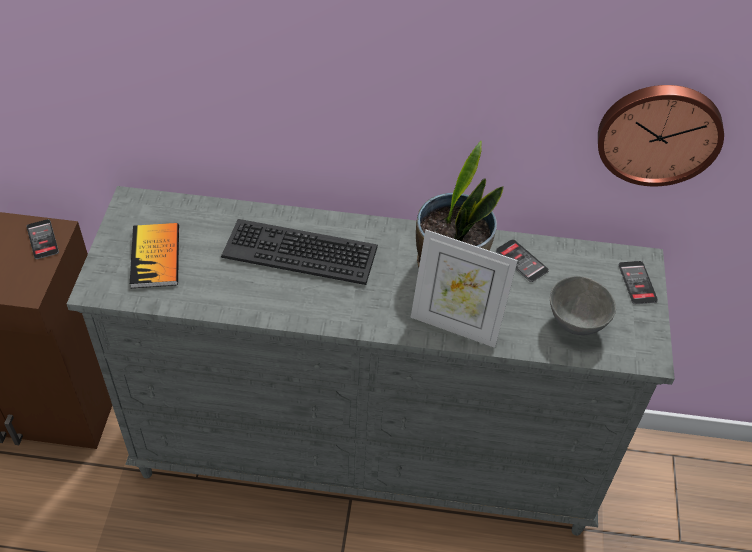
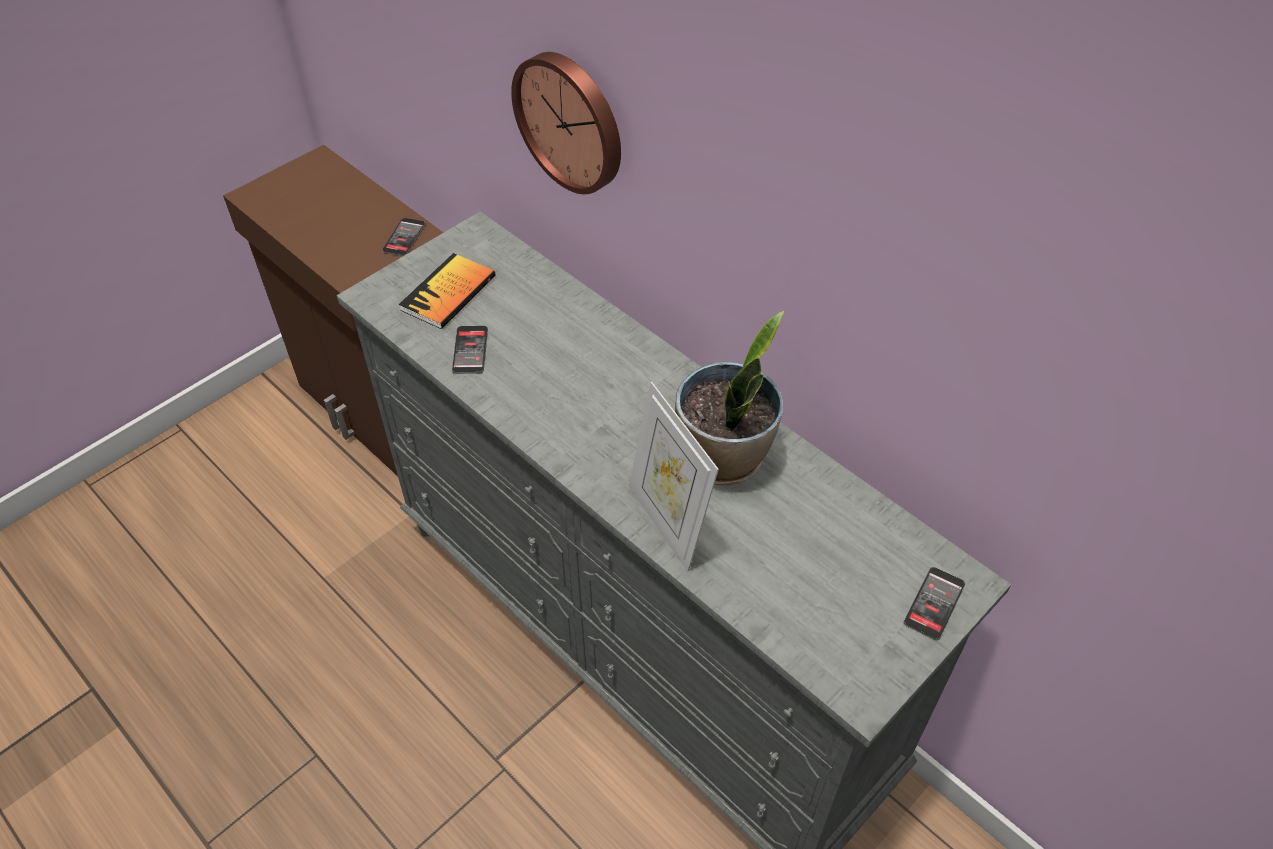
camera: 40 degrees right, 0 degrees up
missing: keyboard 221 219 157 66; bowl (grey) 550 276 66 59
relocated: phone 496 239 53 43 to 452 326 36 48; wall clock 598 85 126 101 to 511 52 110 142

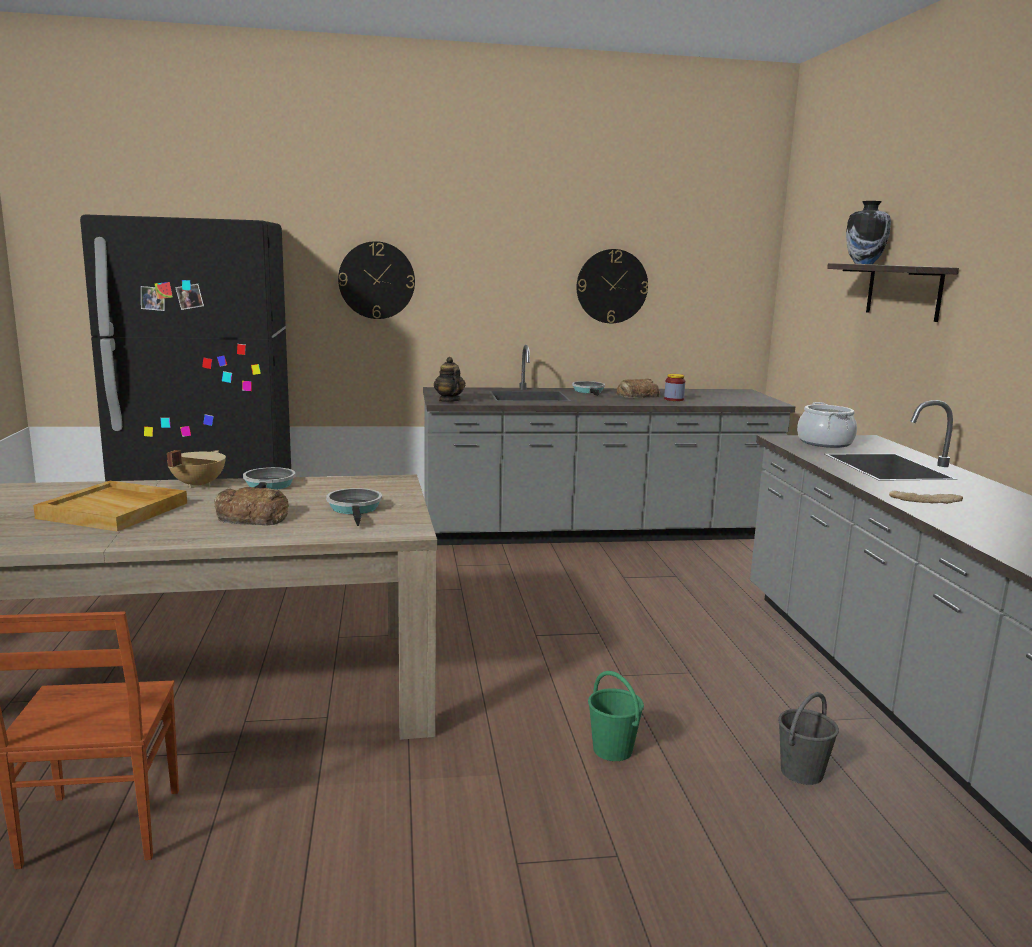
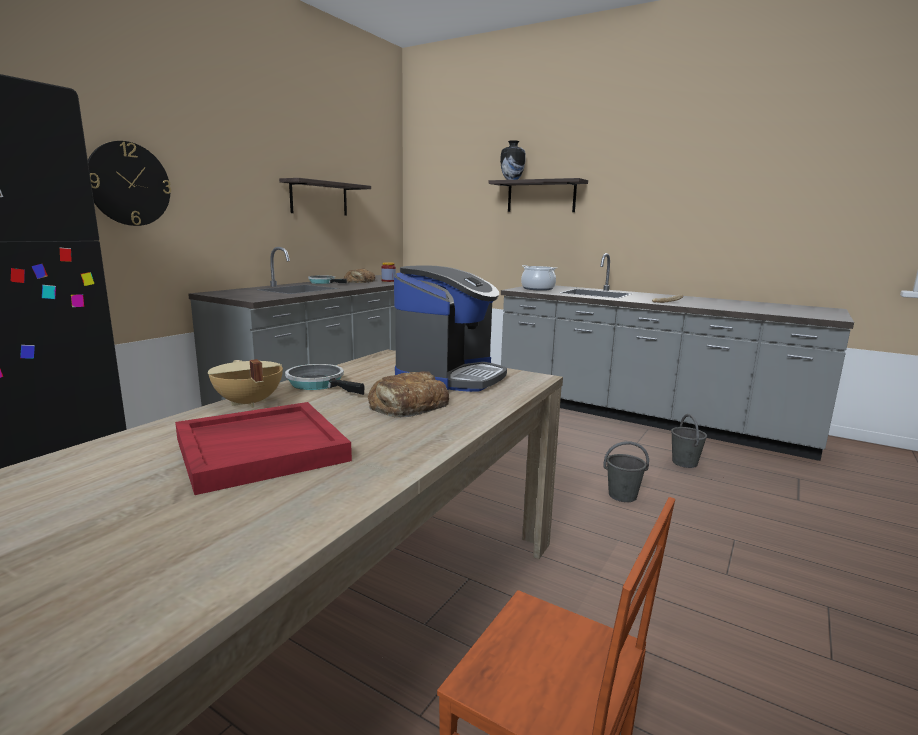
camera: 50 degrees left, 0 degrees up
missing: teapot 434 357 31 45
exchanged: frying pan 326 488 56 38 to coffee machine 394 265 113 127; wall clock 577 249 71 74 to shelf 279 178 92 37
colour: tray (beige) 33 481 154 50 to tray (red) 175 402 177 93; bucket (green) 588 671 56 90 to bucket (grey) 603 441 46 61

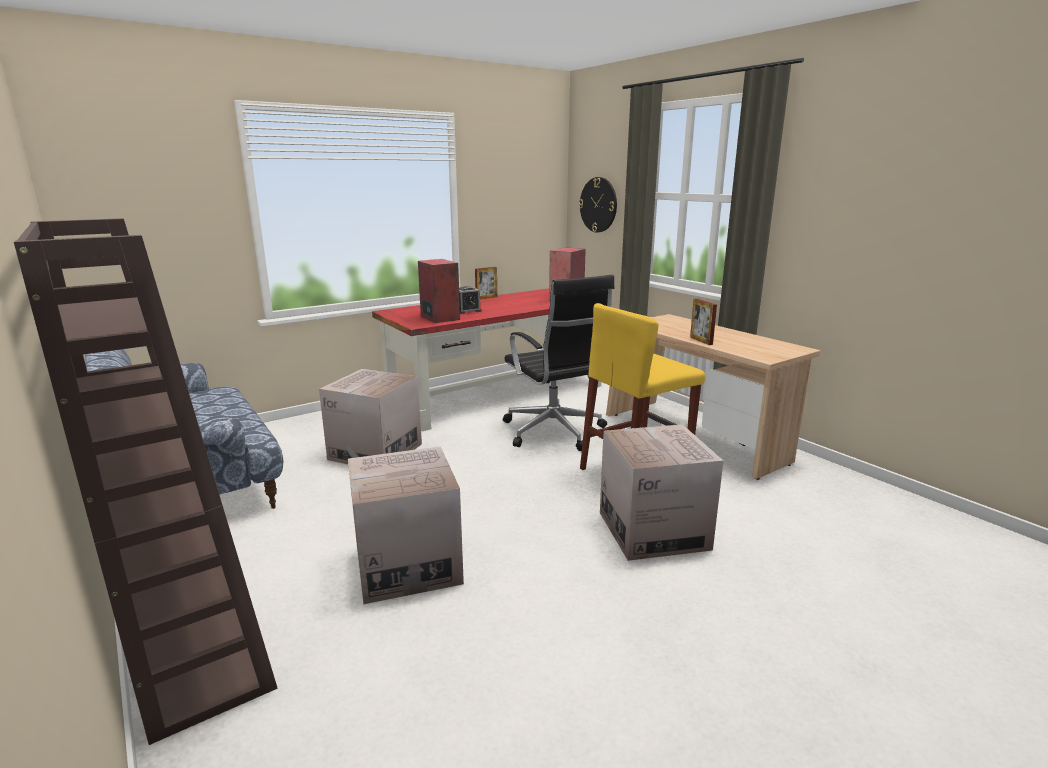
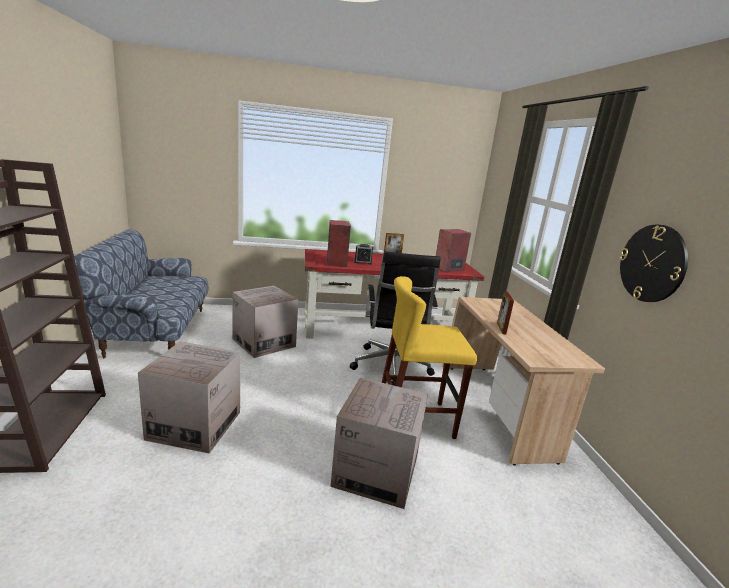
camera: 25 degrees right, 0 degrees up
relocated: wall clock 579 177 38 56 to 620 225 68 77

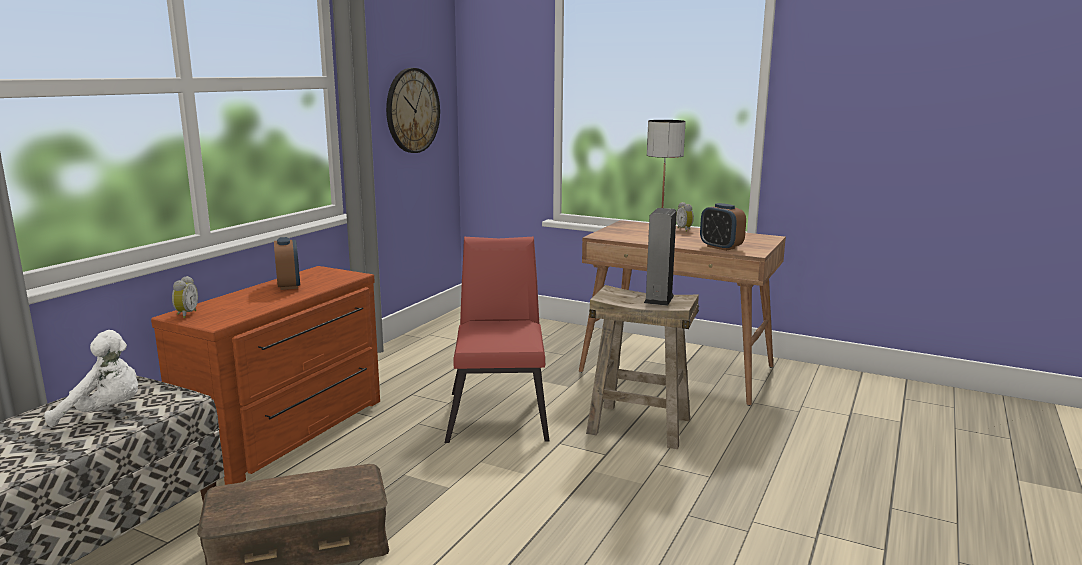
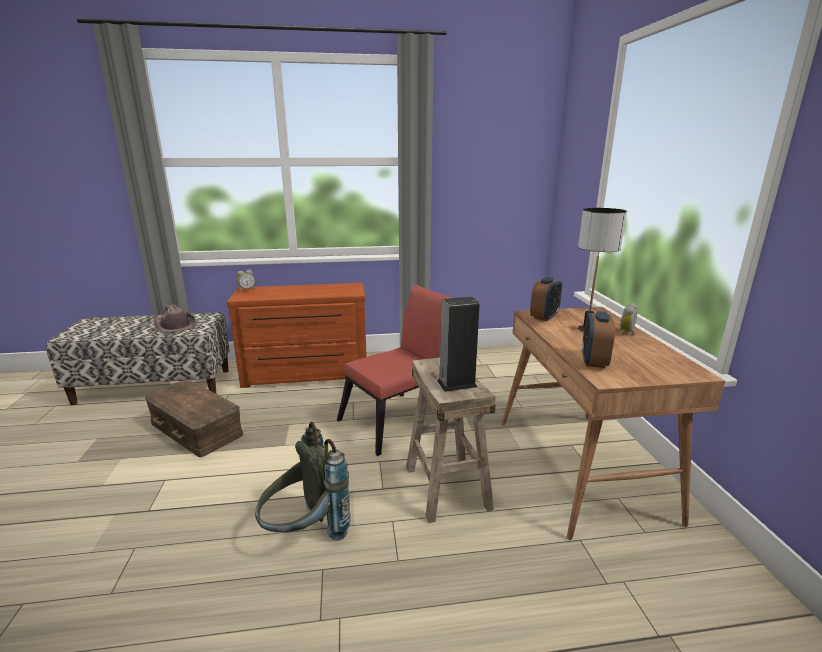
camera: 55 degrees right, 5 degrees up
missing: wall clock 386 68 54 85
appeared: backpack (grey) 255 422 96 119
relocated: alarm clock 274 237 26 53 to 530 277 32 44
exchanged: plush toy (white) 44 330 94 97 to hat (brown) 153 305 43 28

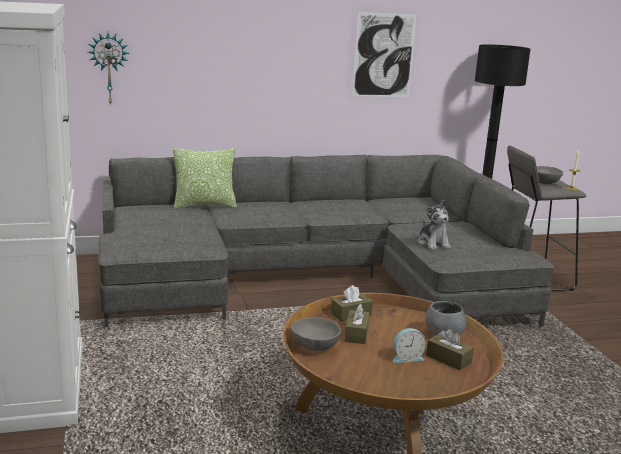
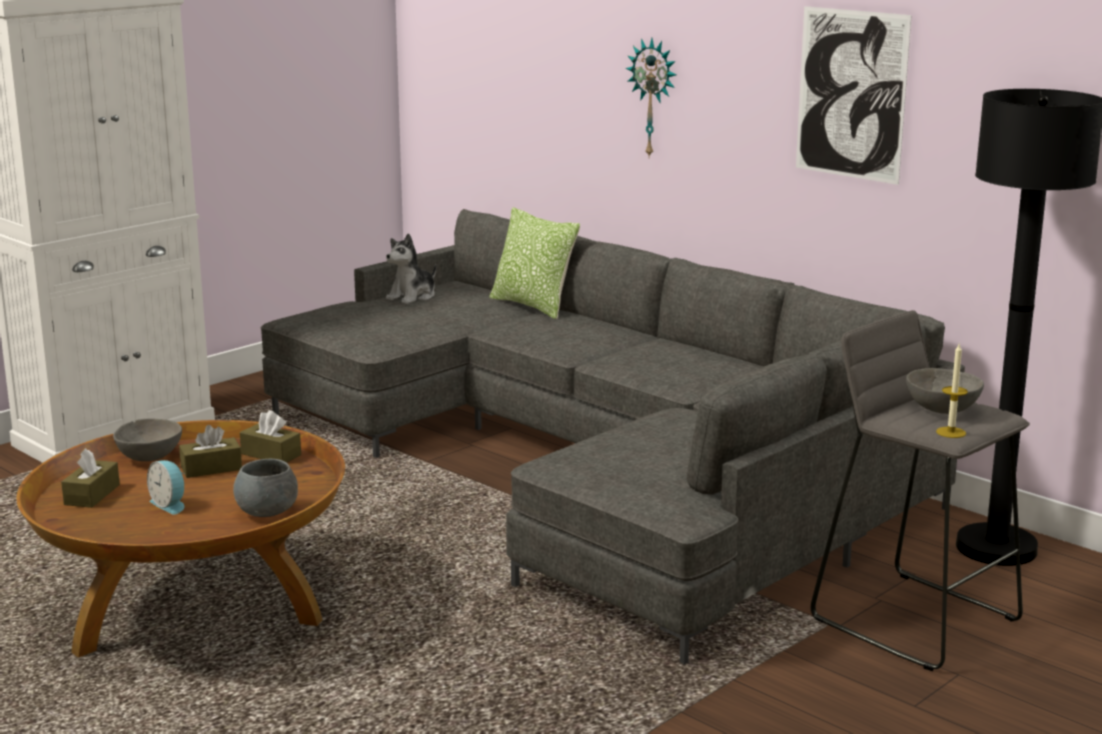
camera: 60 degrees right, 0 degrees up
relocated: wall clock 88 33 41 73 to 626 38 50 119; plush toy 418 200 33 50 to 386 233 50 71; tissue box (brown) 426 328 48 42 to 61 448 59 60

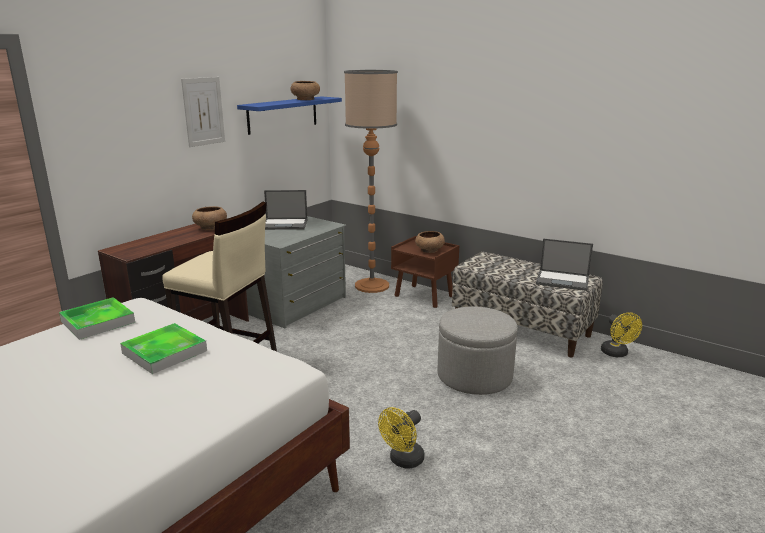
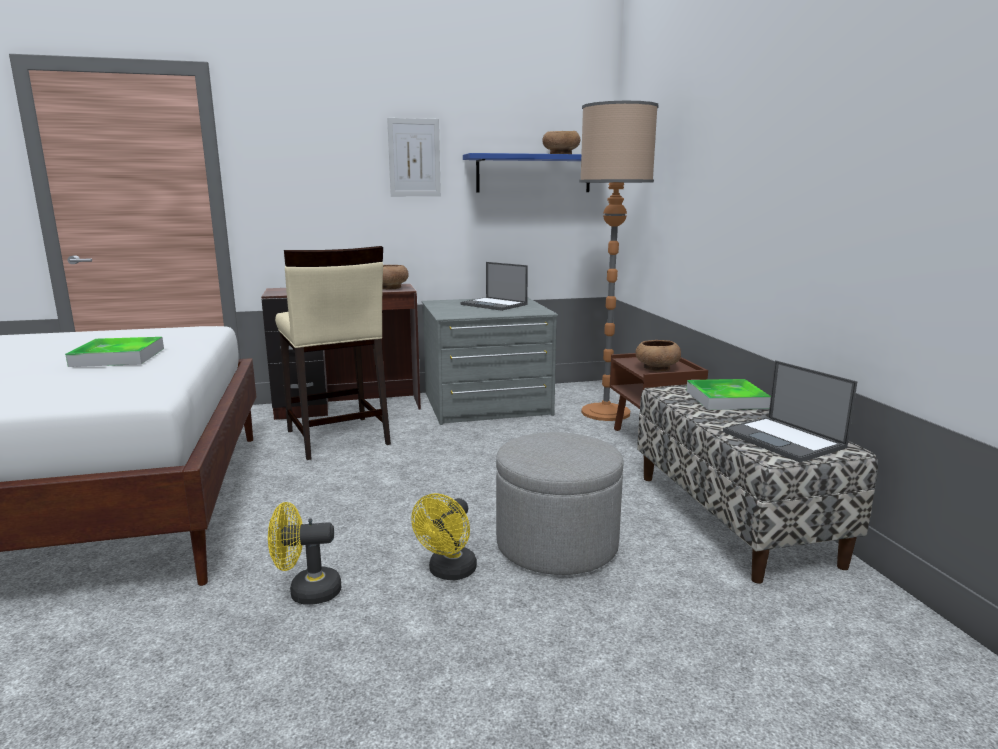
camera: 40 degrees right, 5 degrees down
relocated: tray 59 297 76 43 to 686 379 85 31; fan (yellow) 601 312 41 45 to 411 493 66 88

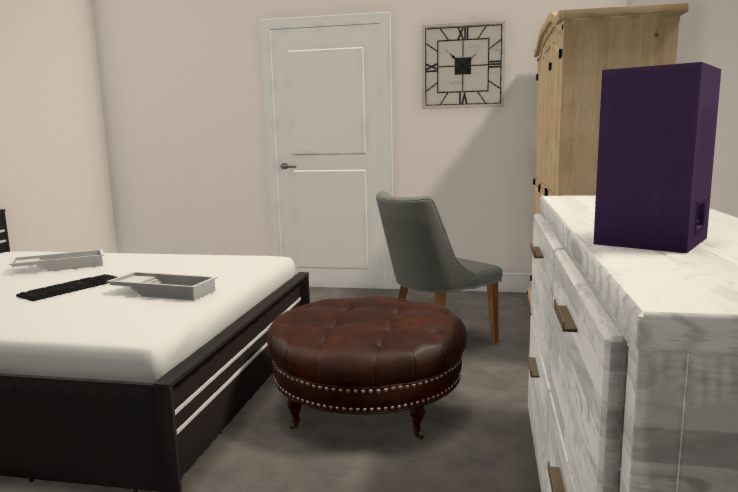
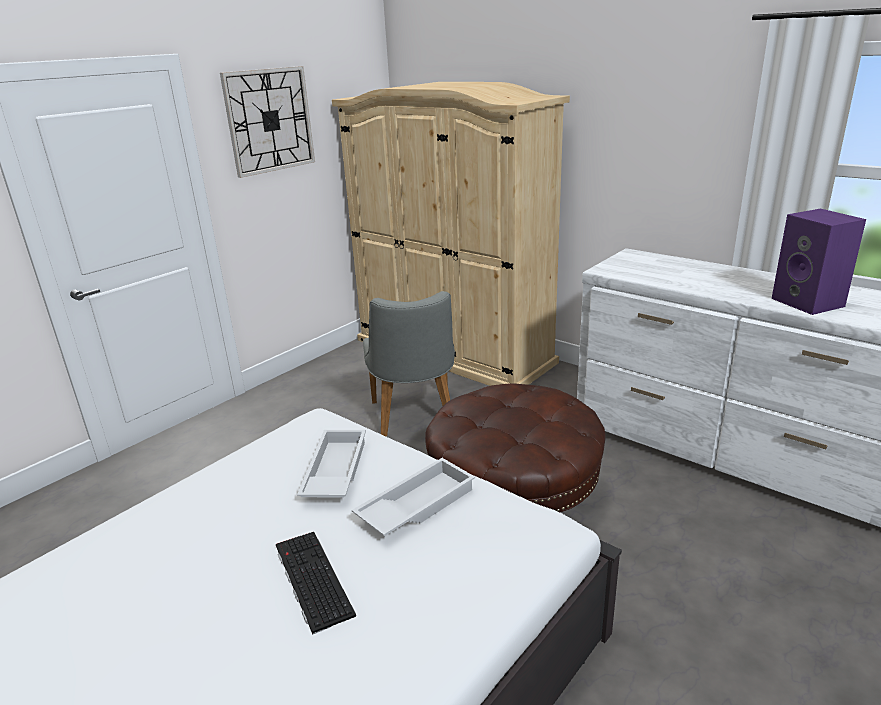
camera: 60 degrees left, 15 degrees up
relocated: tray (white) 9 249 95 22 to 297 430 69 68

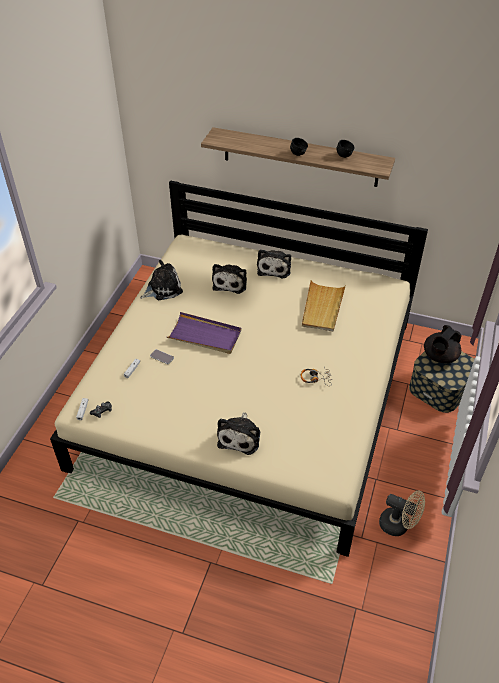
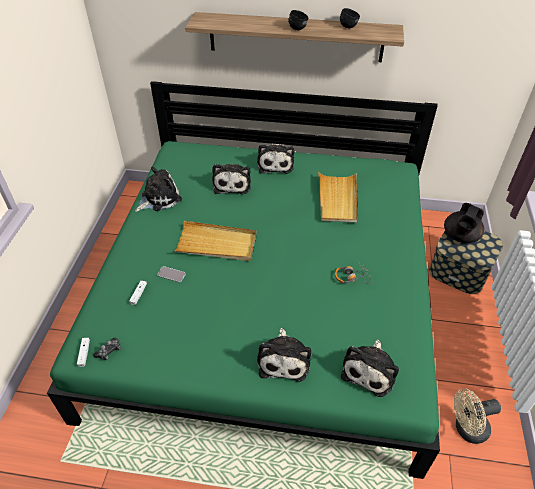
camera: 10 degrees left, 0 degrees up
appeared: plush toy 341 340 58 57
colour: bed (beige) 50 180 378 377 to bed (green) 47 81 393 398; tray (purple) 167 312 75 42 to tray (beige) 173 221 84 40
spun: fan (beige) 379 490 46 46 = 454 389 47 55 150 degrees clockwise

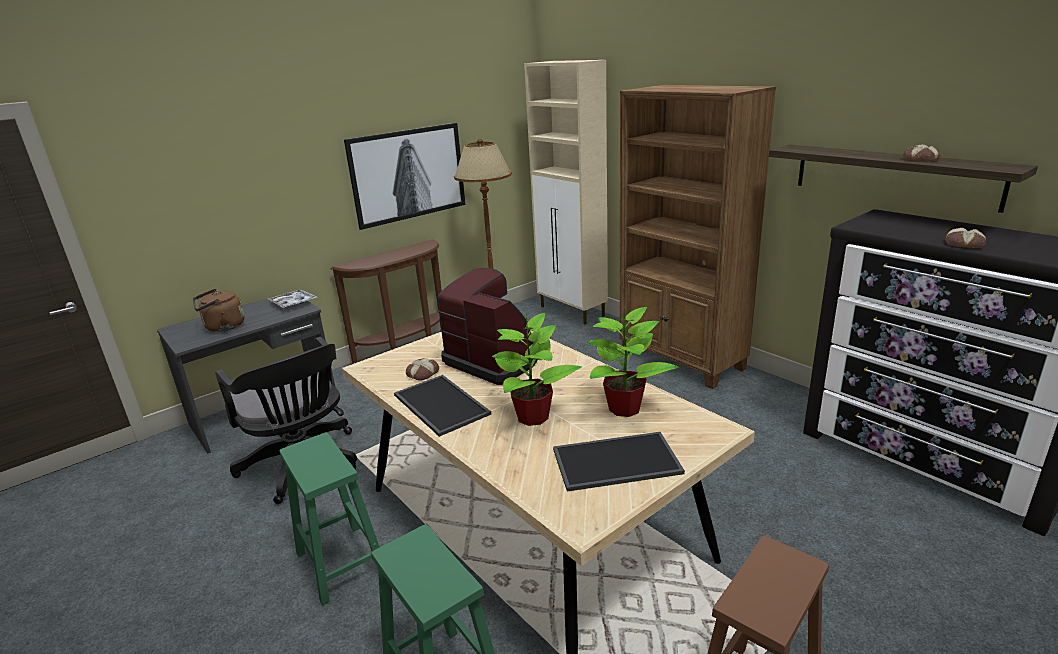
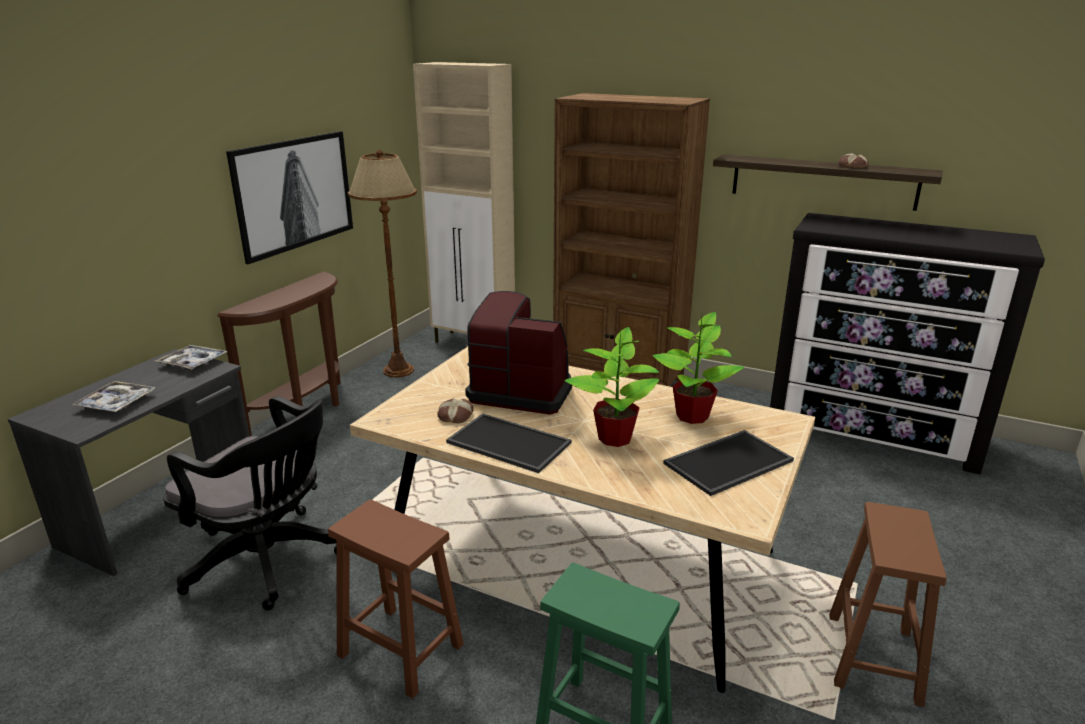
camera: 25 degrees left, 0 degrees up
missing: bread 946 228 40 20
exchanged: kettle (brown) 193 289 51 43 to tray 72 381 83 31
colour: stool (green) 279 432 100 173 to stool (brown) 328 499 136 200

